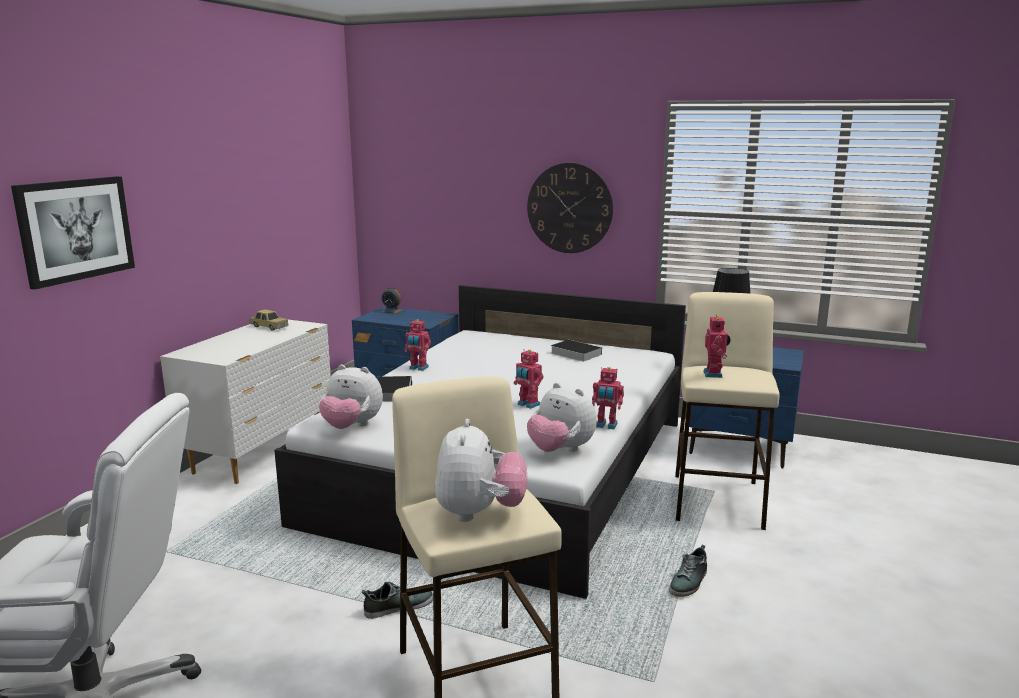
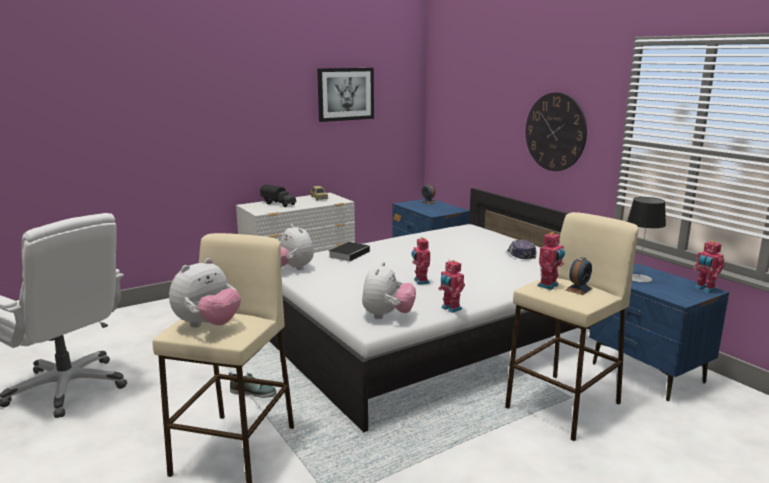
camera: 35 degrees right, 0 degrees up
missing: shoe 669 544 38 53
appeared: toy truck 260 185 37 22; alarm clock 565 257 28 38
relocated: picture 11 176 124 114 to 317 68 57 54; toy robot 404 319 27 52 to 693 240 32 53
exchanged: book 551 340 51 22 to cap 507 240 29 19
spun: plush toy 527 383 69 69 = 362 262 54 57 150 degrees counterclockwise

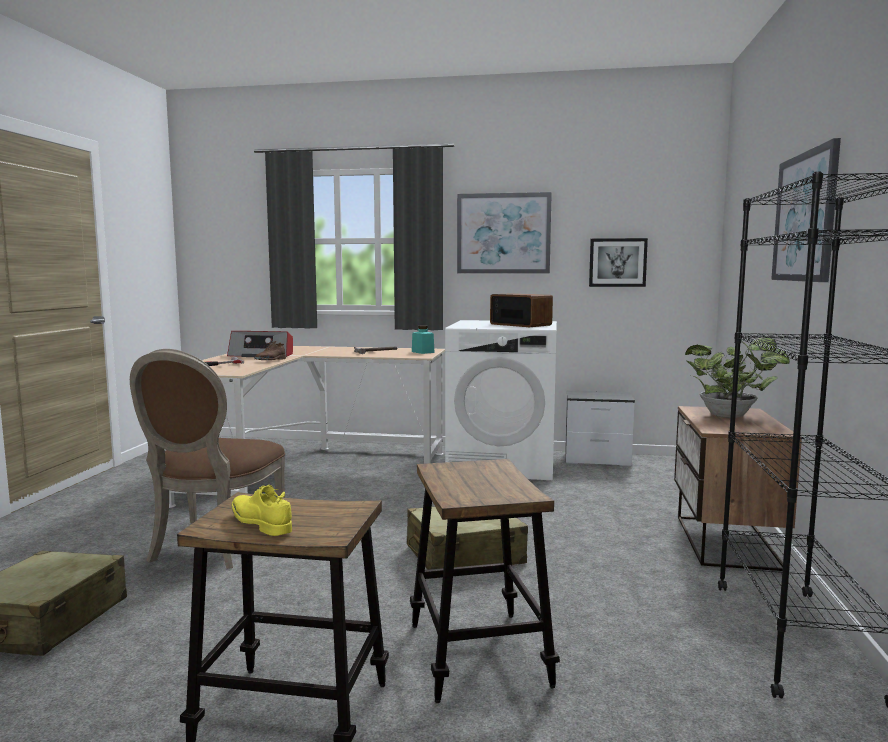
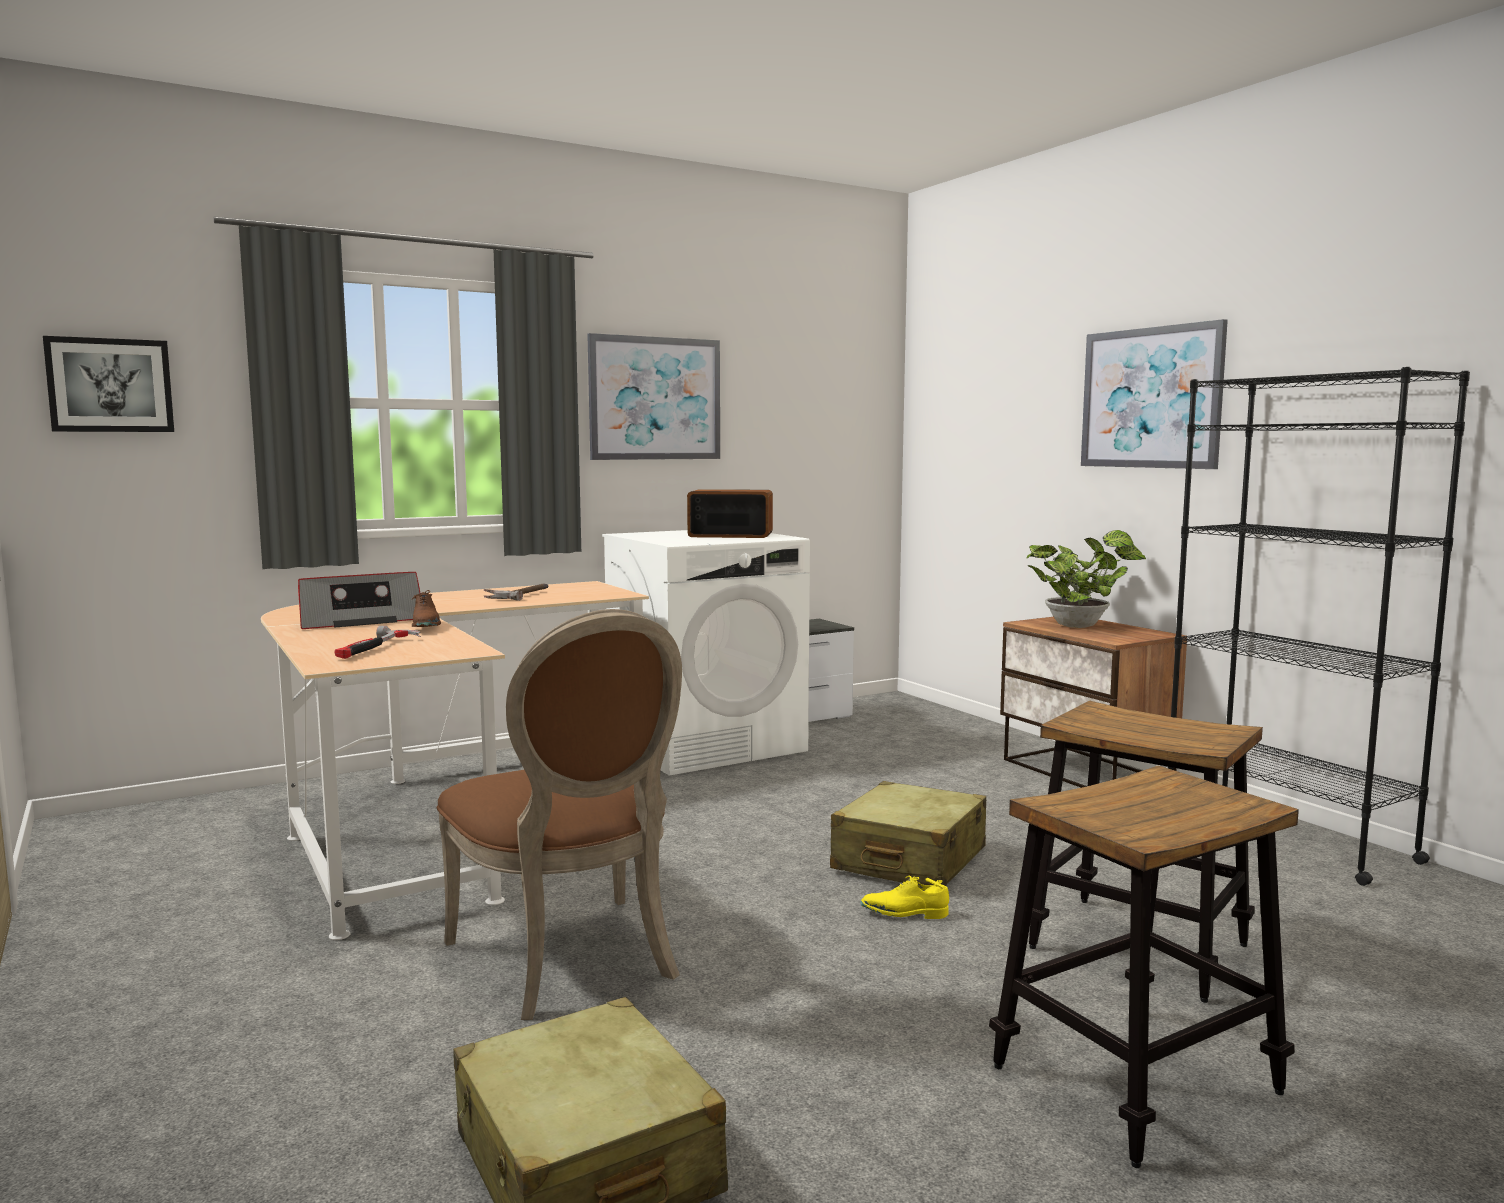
camera: 40 degrees left, 0 degrees up
missing: jar (turquoise) 412 325 23 29
relocated: shoe (yellow) 231 485 61 51 to 861 876 88 43; picture 589 238 59 49 to 43 336 131 96

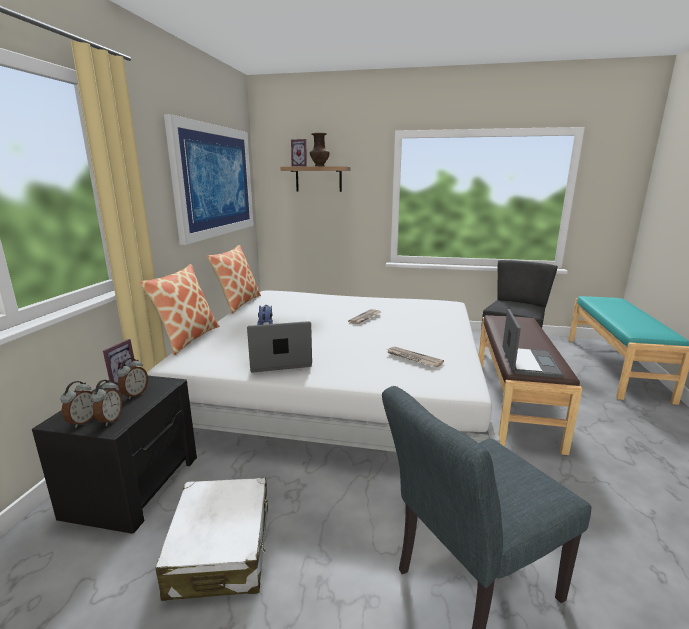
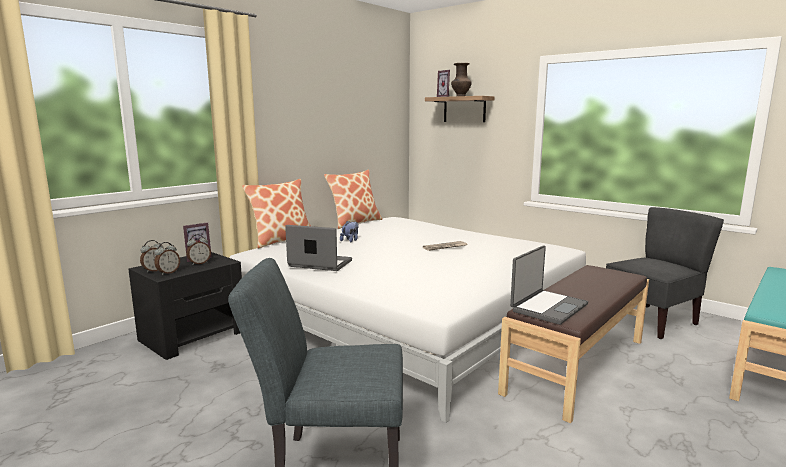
camera: 30 degrees right, 5 degrees down
missing: suitcase (white) 155 478 113 123; picture 164 114 90 131; newspaper 387 347 57 20

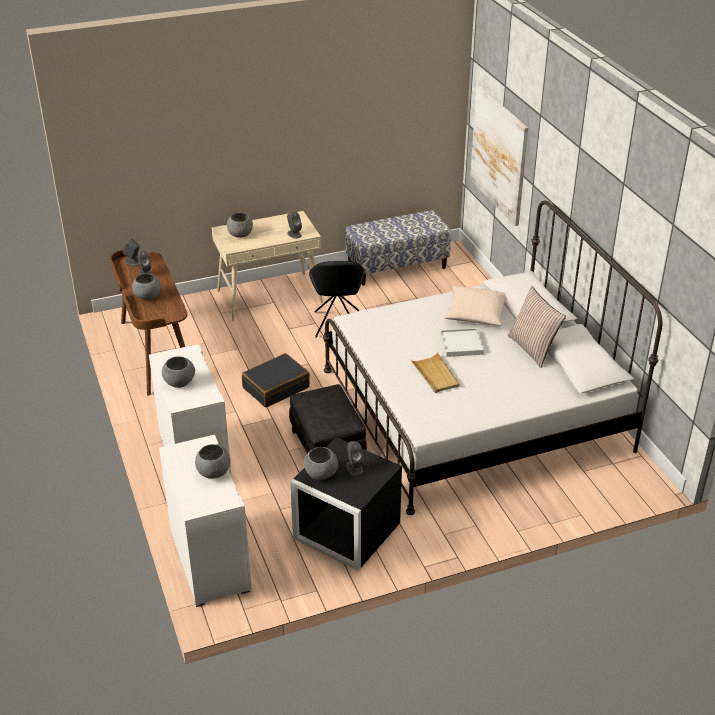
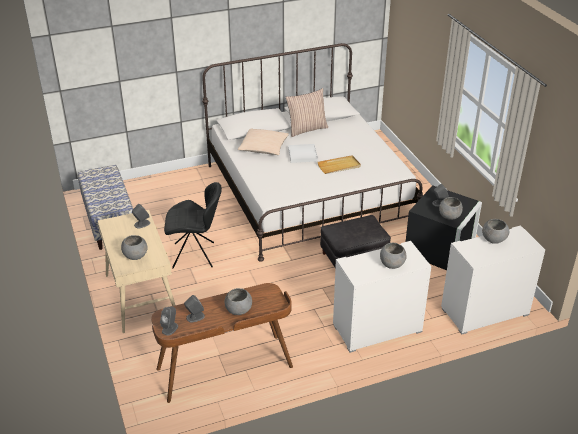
camera: 90 degrees left, 0 degrees up
missing: suitcase (black) 242 353 68 55; picture 470 86 58 140

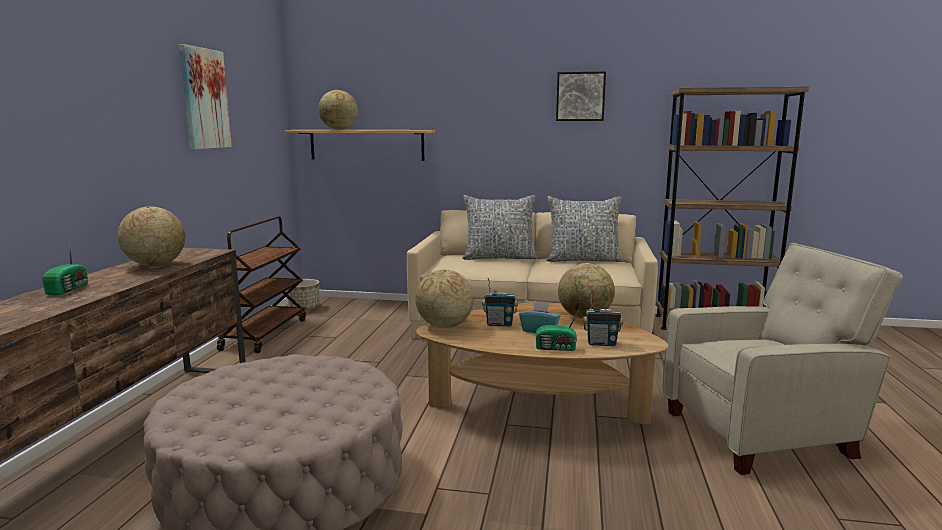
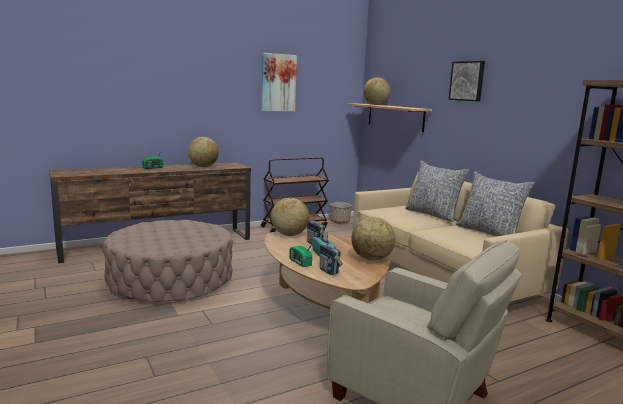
camera: 50 degrees right, 0 degrees up
relocated: picture 556 72 50 49 to 448 61 37 40

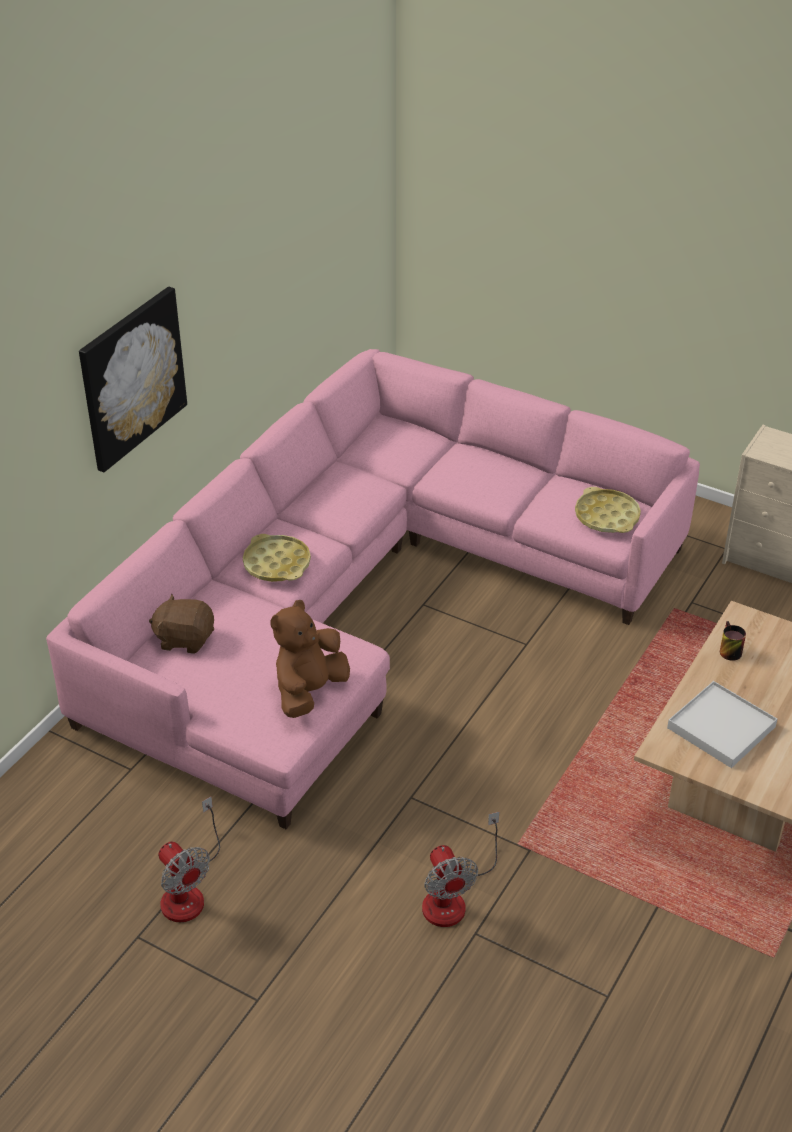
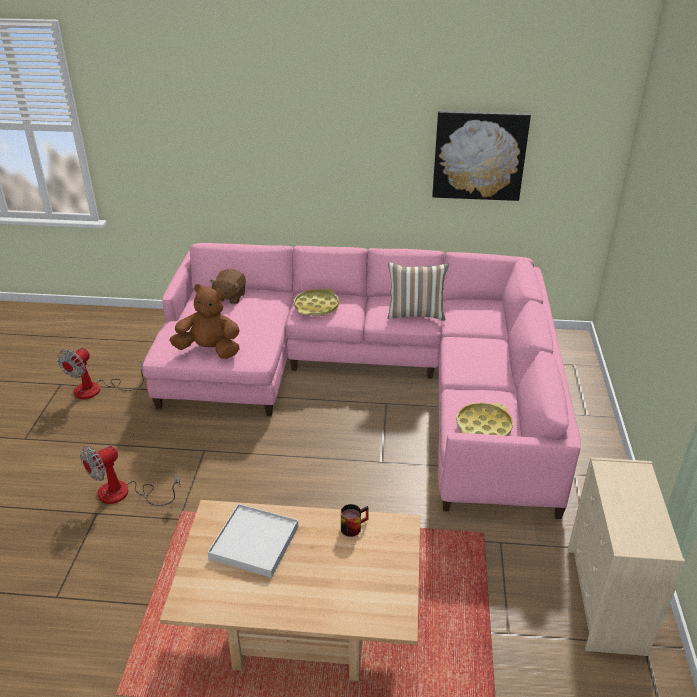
camera: 65 degrees right, 5 degrees down
appeared: pillow 388 262 61 59
relocated: picture 79 286 108 186 to 432 111 99 90
spun: plush toy (brown) 149 594 65 60 = 209 269 37 35 150 degrees counterclockwise

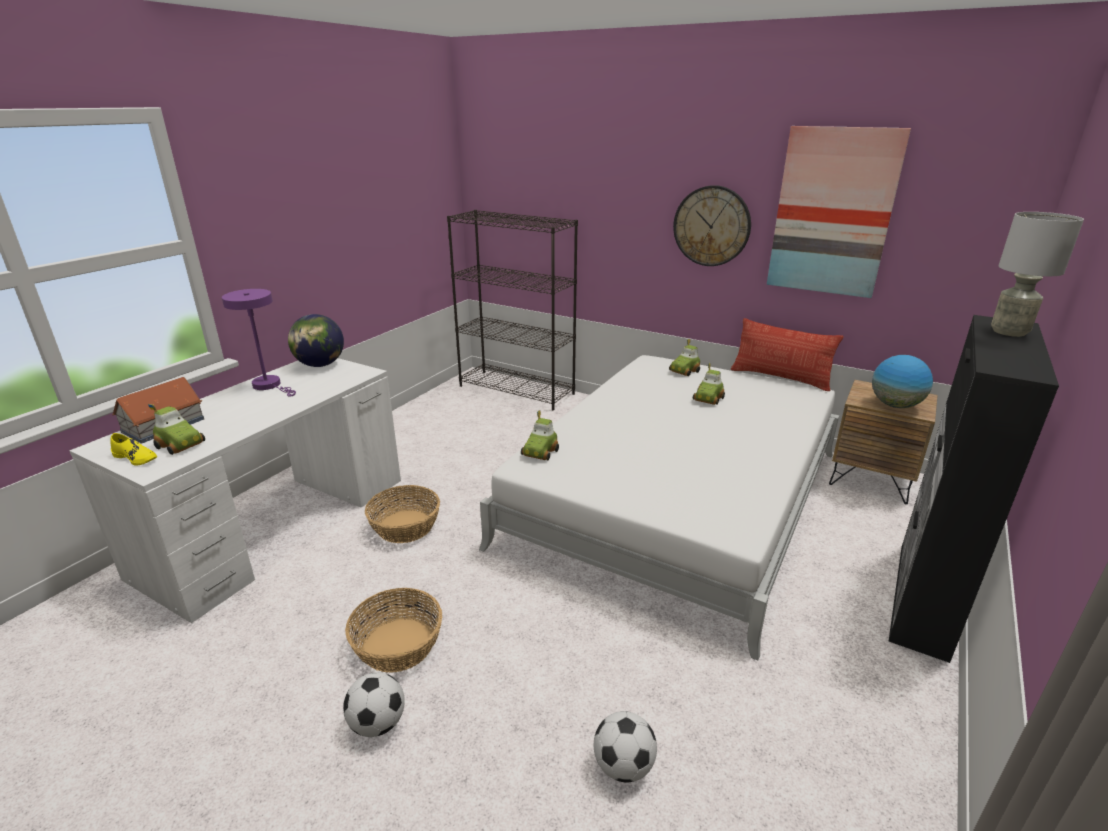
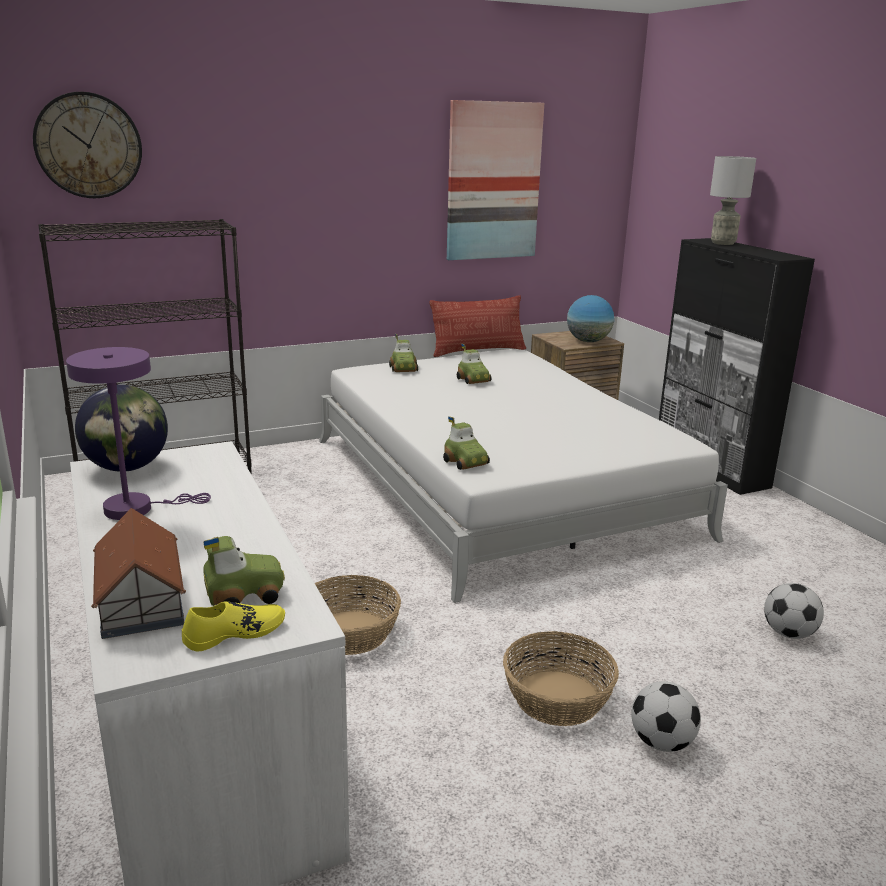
camera: 55 degrees left, 5 degrees down
relocated: wall clock 673 185 78 81 to 33 92 109 106

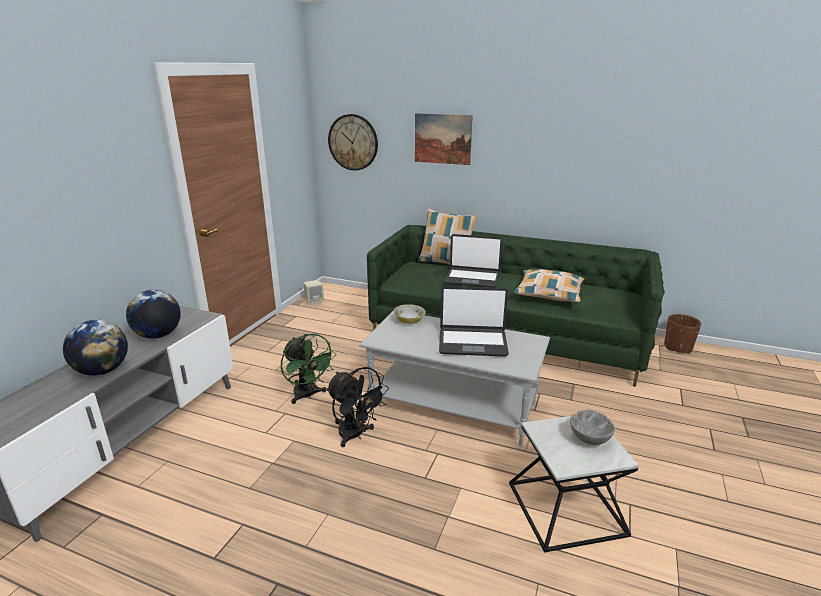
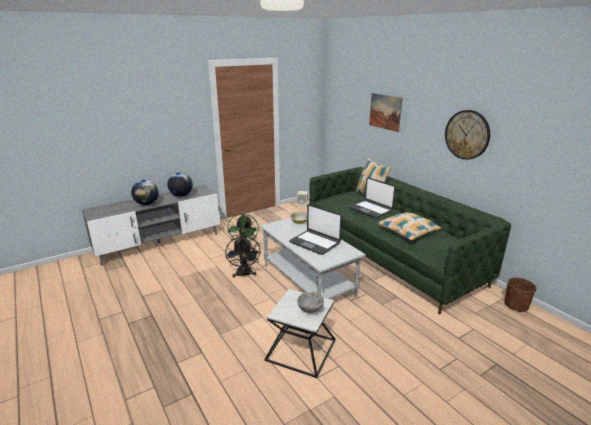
camera: 35 degrees right, 0 degrees up
relocated: wall clock 328 114 50 57 to 445 110 45 50

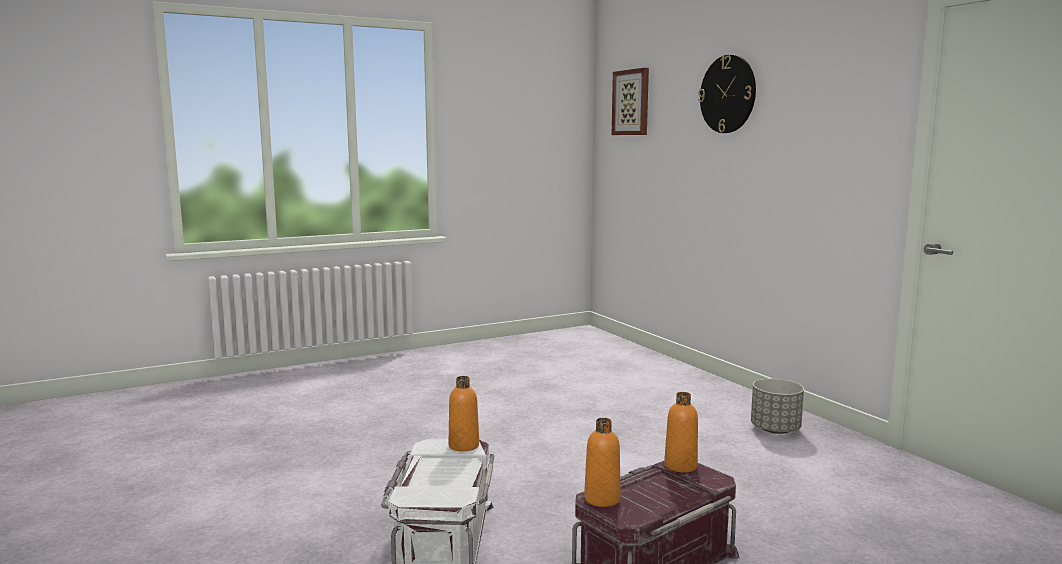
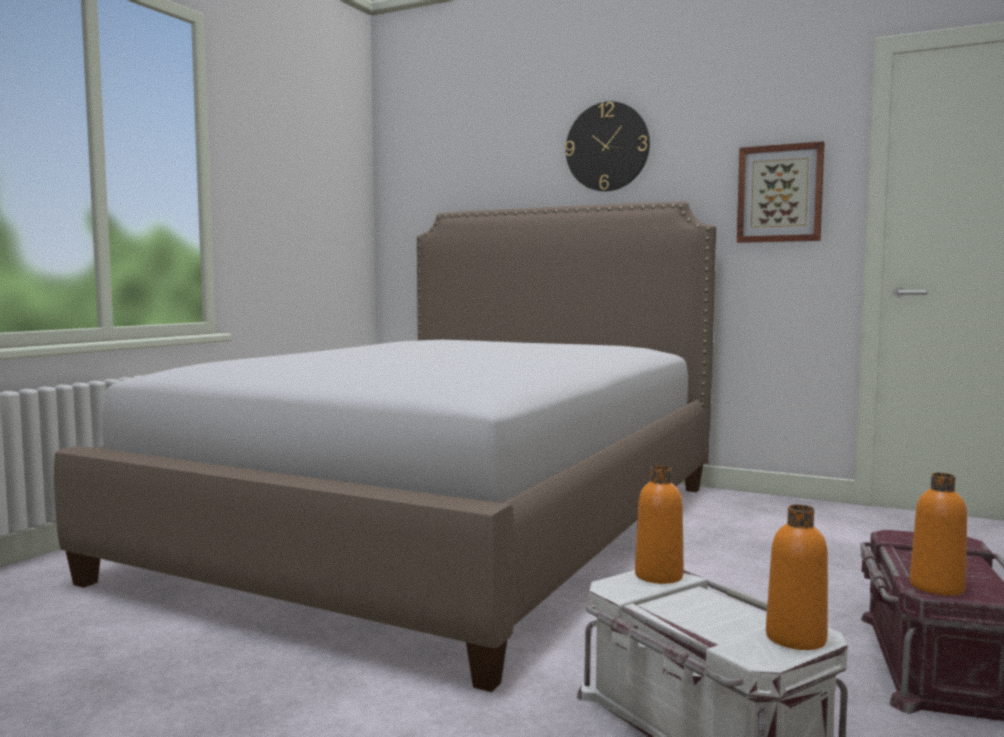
camera: 35 degrees left, 5 degrees down
missing: planter (grey) 751 379 53 55
appeared: bed 54 201 662 491
relocated: picture 612 68 37 67 to 737 141 87 102; bottle (orange) 664 392 34 80 to 766 505 62 145

